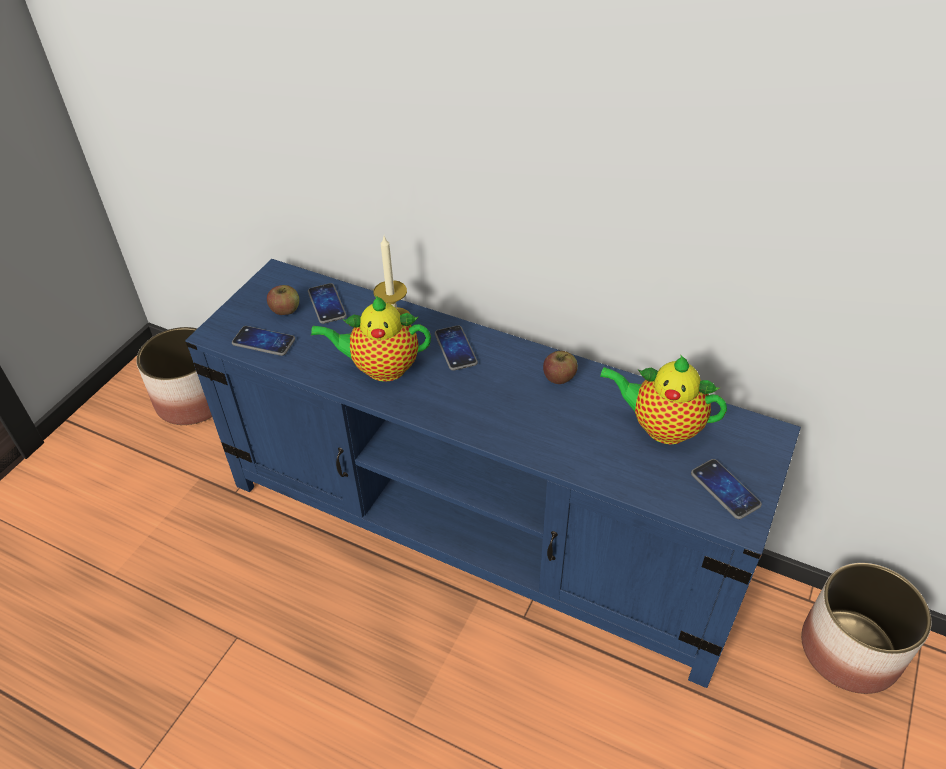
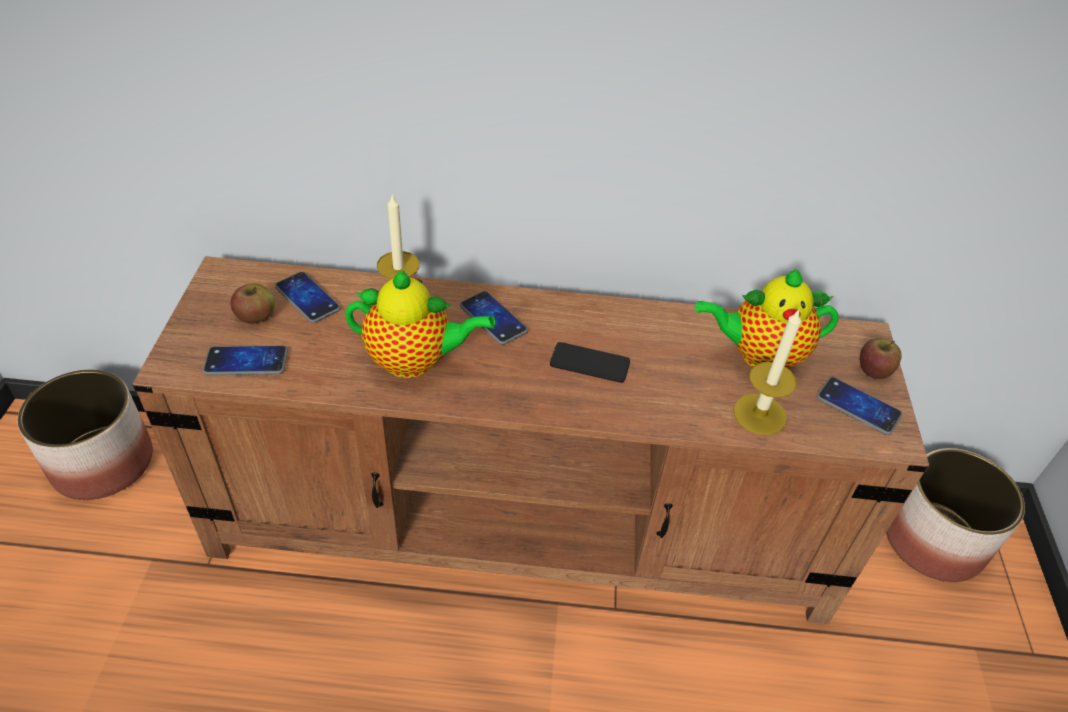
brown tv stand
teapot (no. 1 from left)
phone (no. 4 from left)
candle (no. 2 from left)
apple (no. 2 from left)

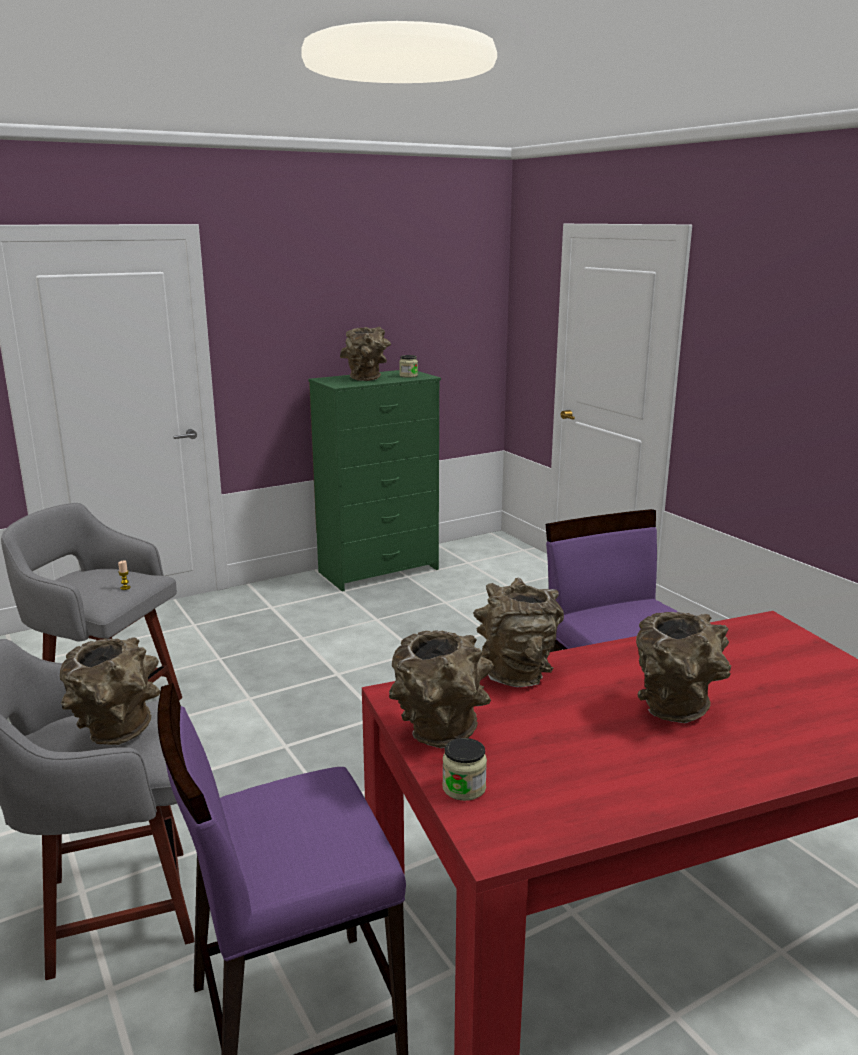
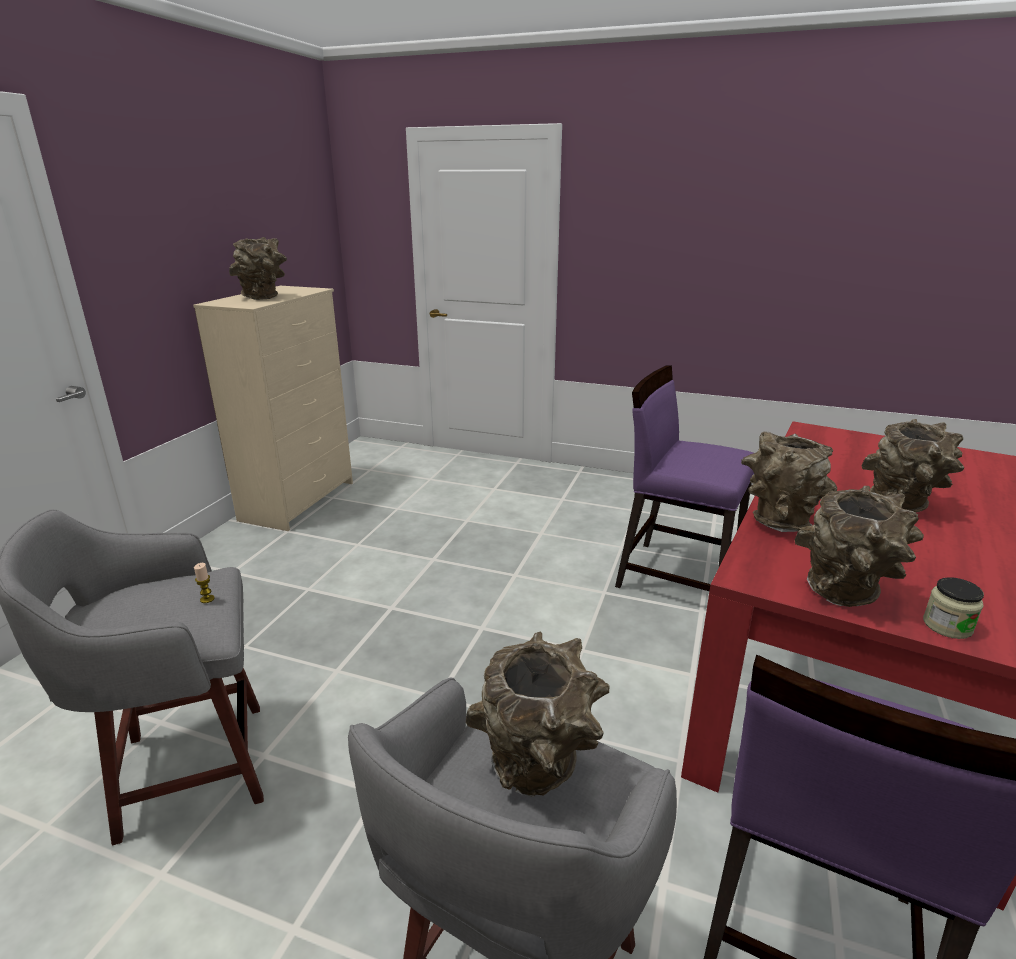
beige dresser
jar (no. 1 from left in the first image)

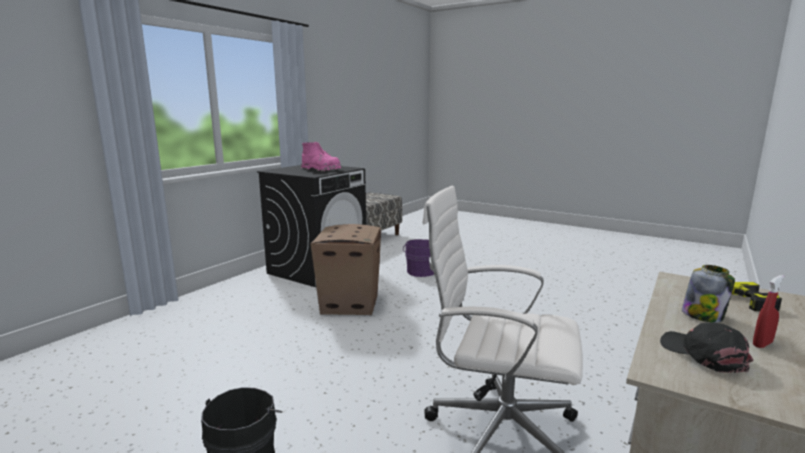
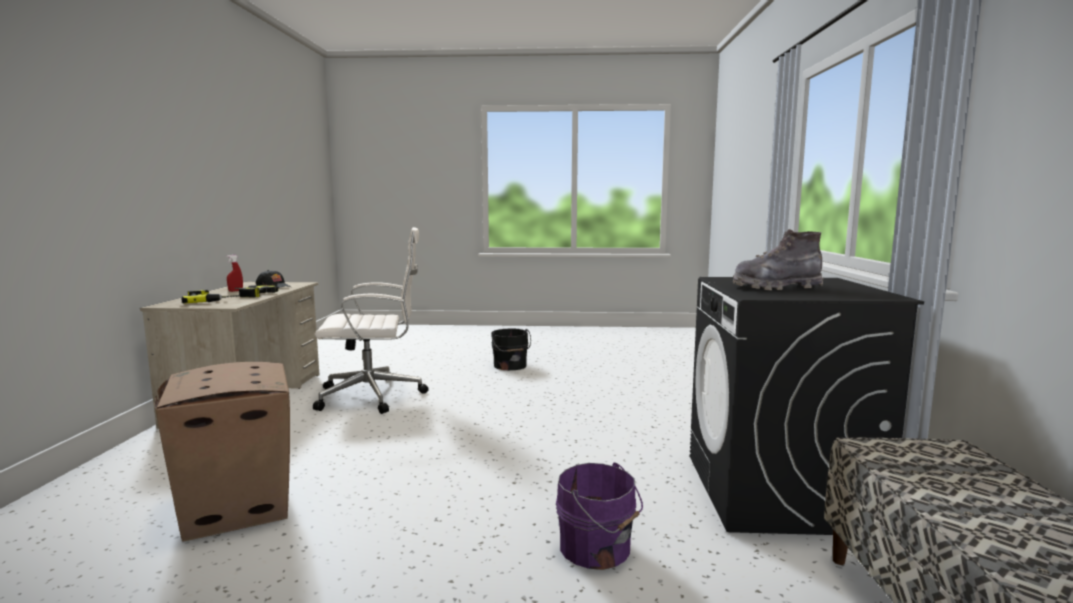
cardboard box
power drill (no. 2 from left)
grey boot

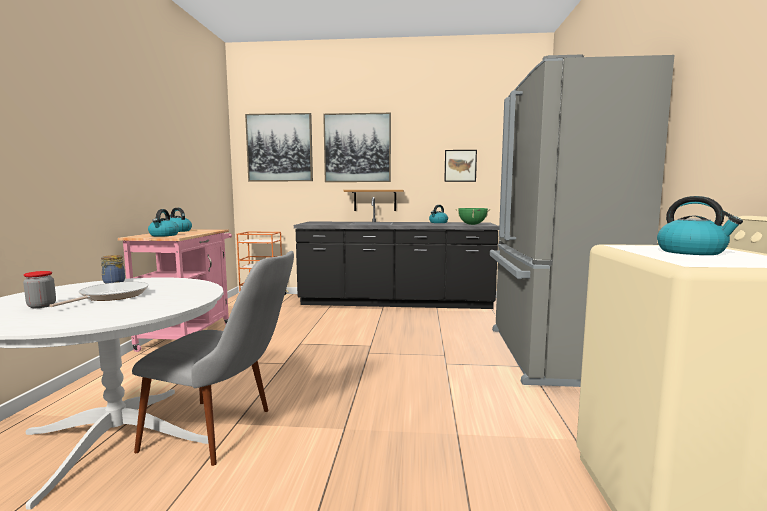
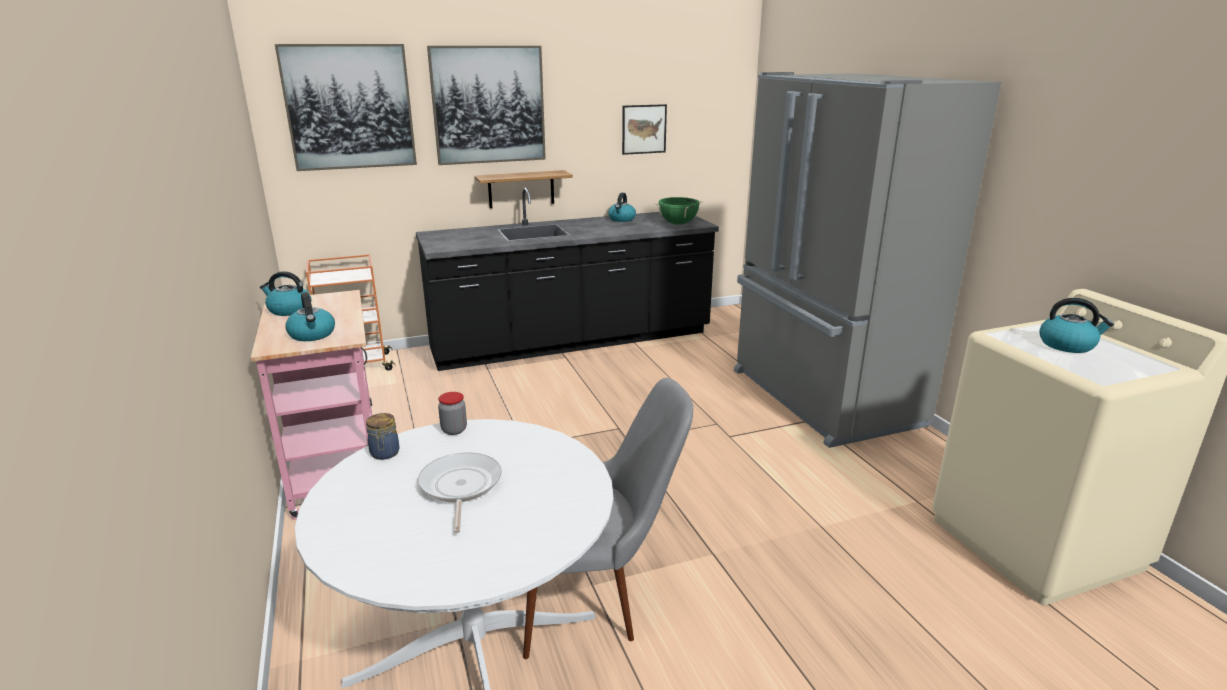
jar (no. 2 from left)

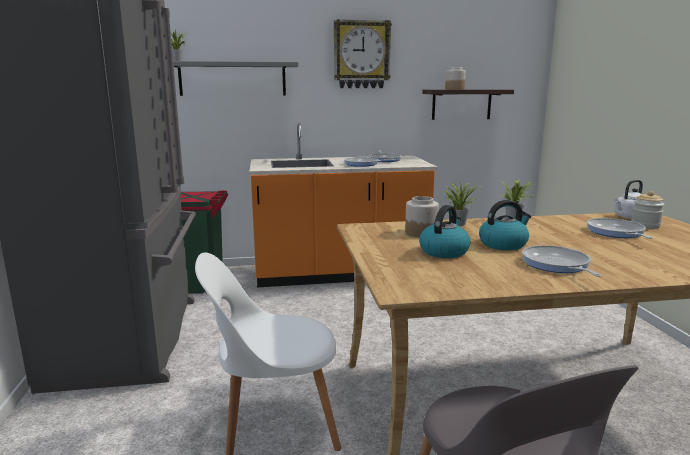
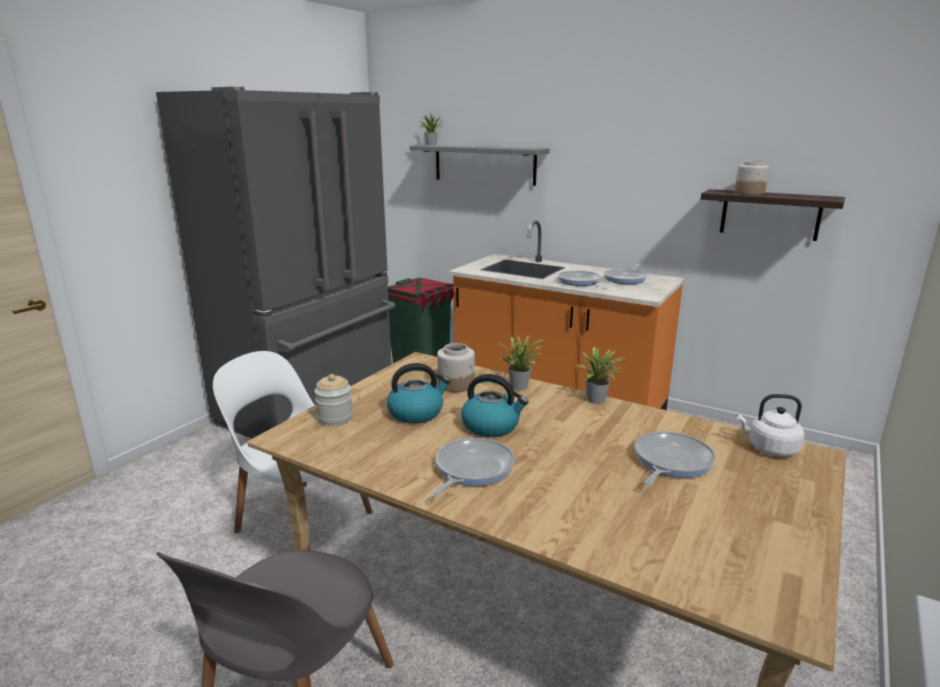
jar (no. 1 from left)
wall clock

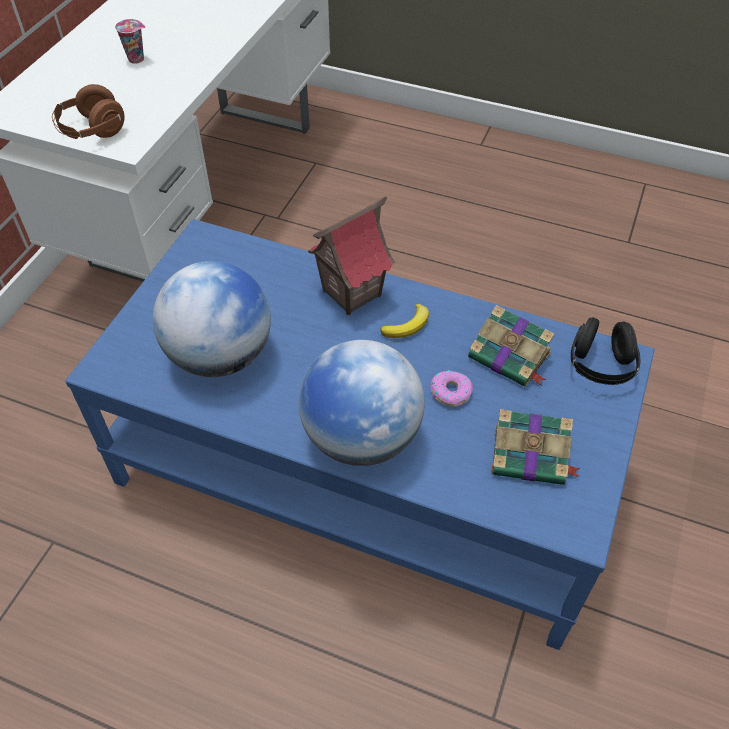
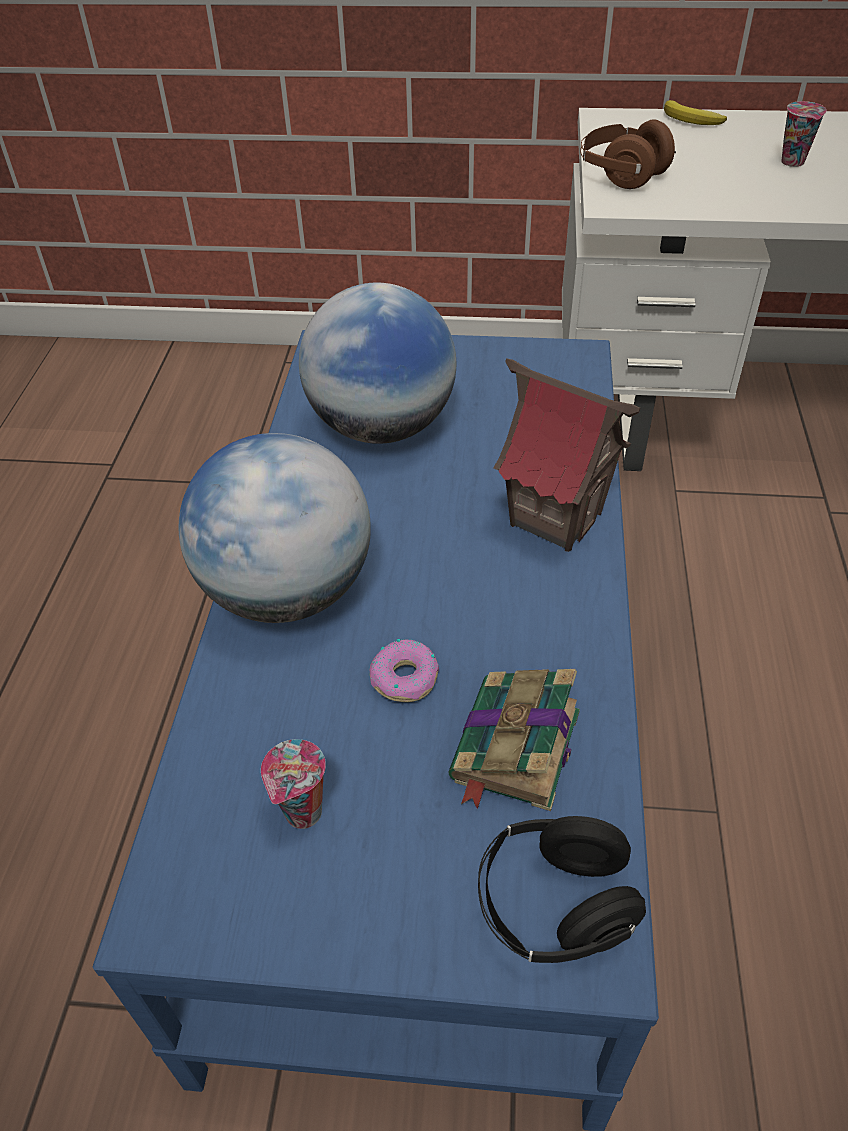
cup (no. 1 from left)
banana

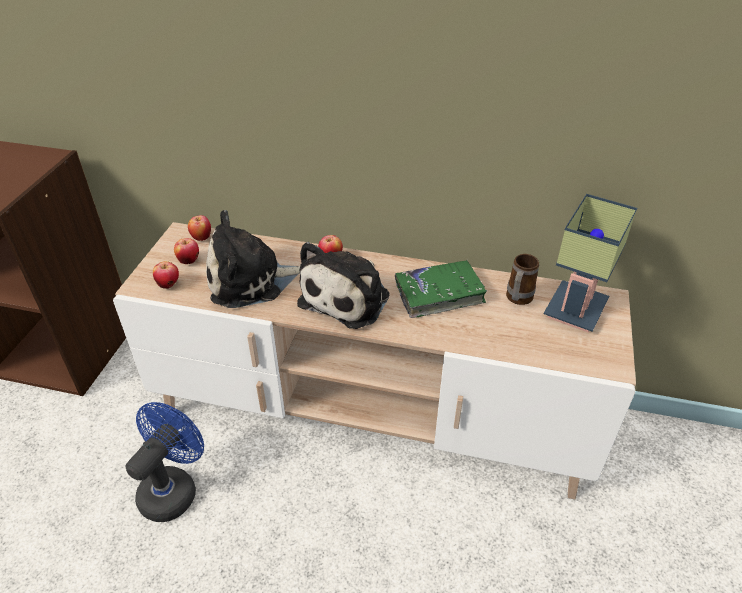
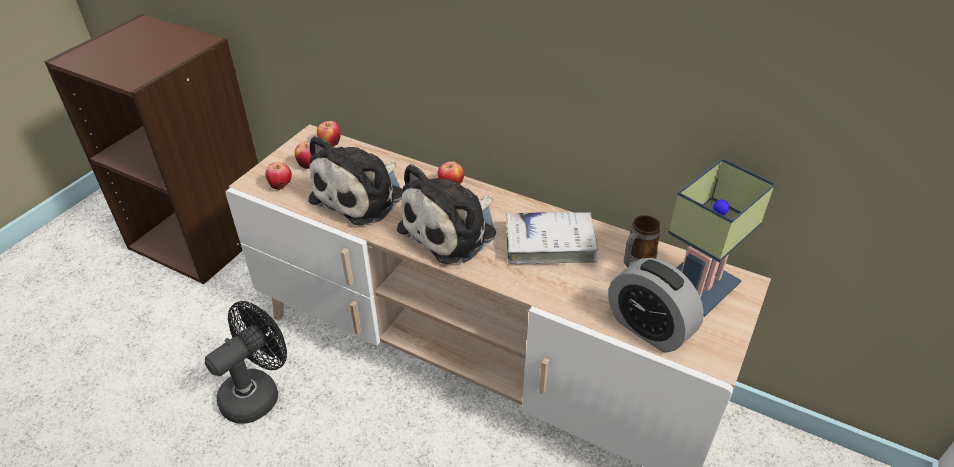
black fan
plush toy (no. 1 from left)
white book
alarm clock

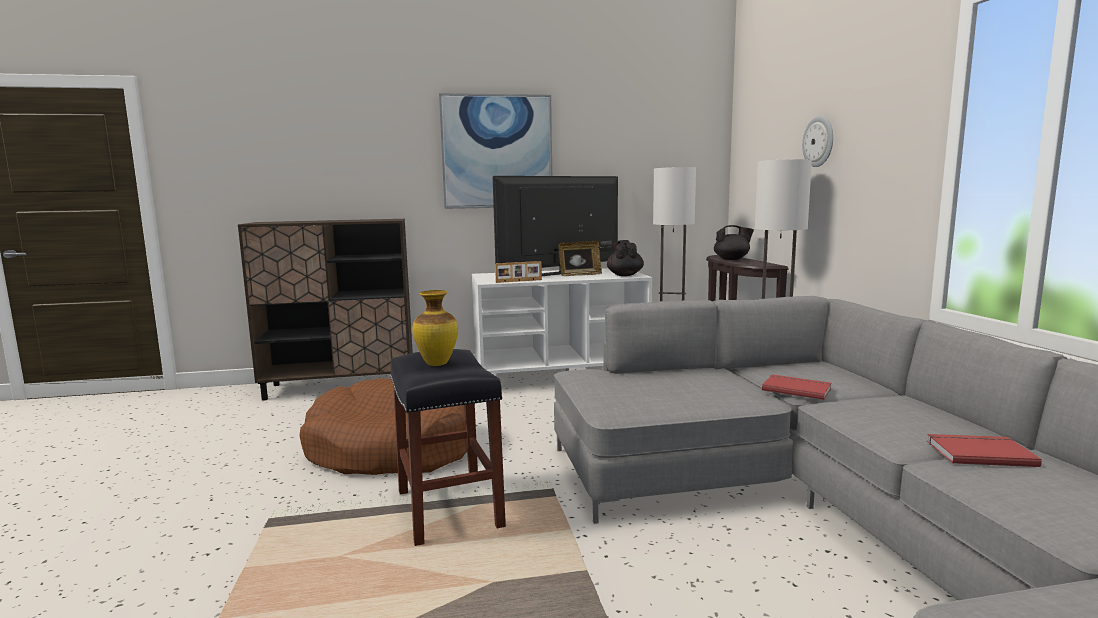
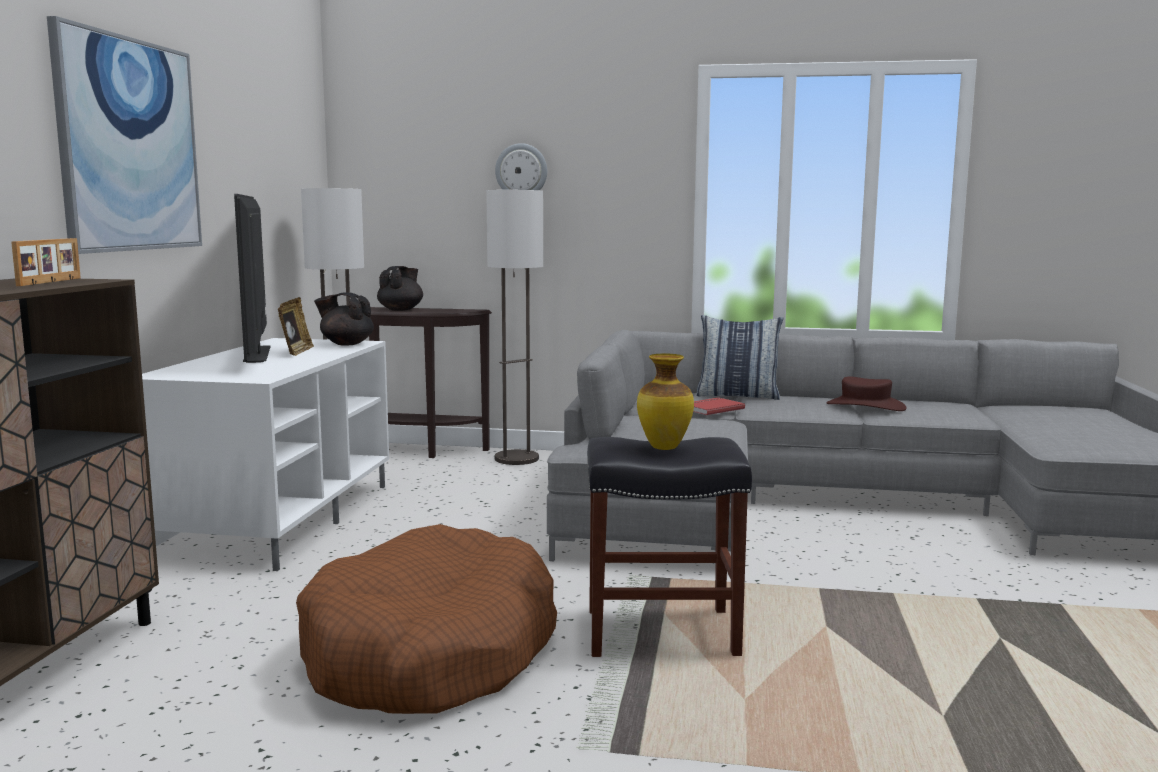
picture frame (no. 1 from left)
pillow
brown hat

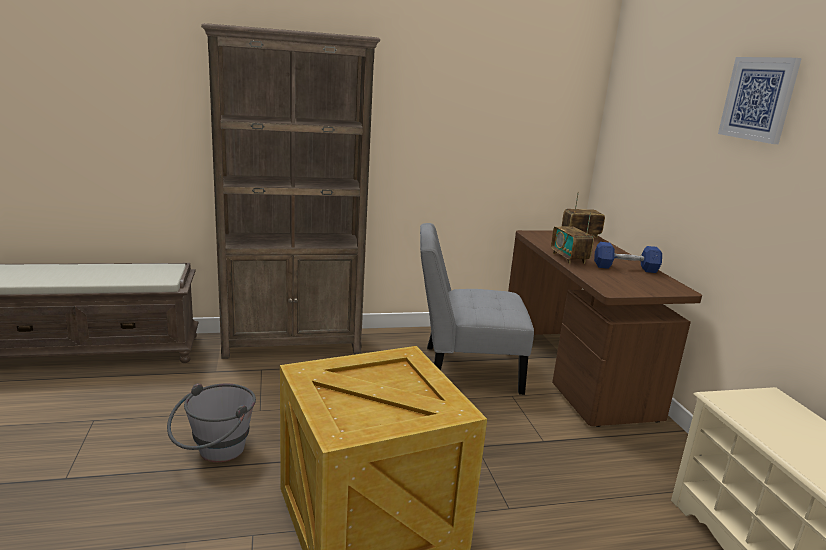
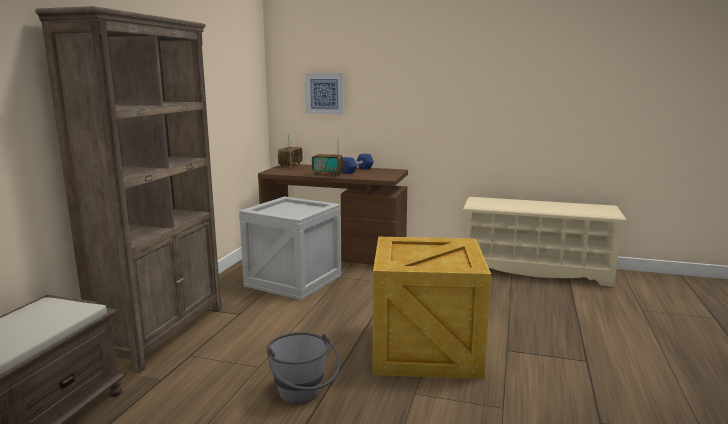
crate (no. 1 from left)
picture

